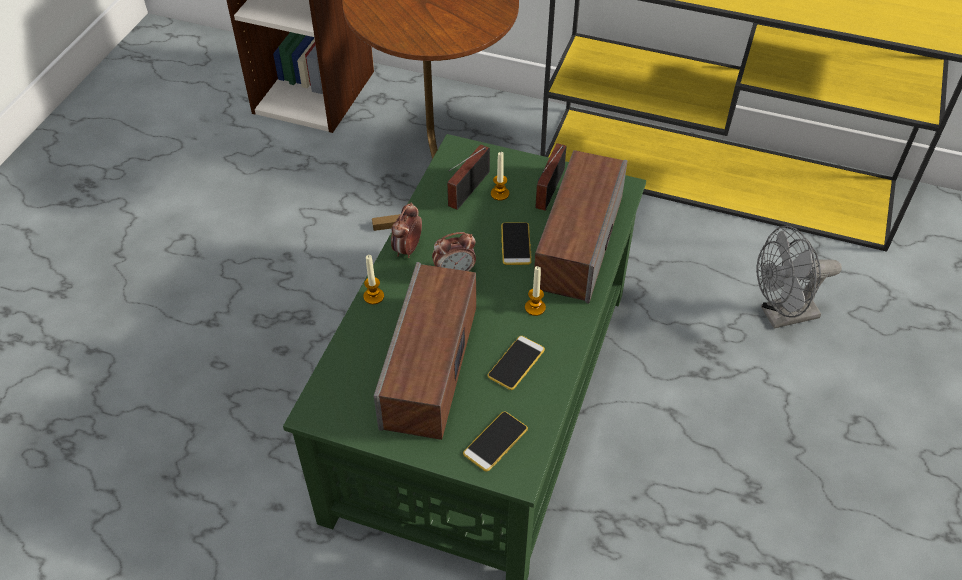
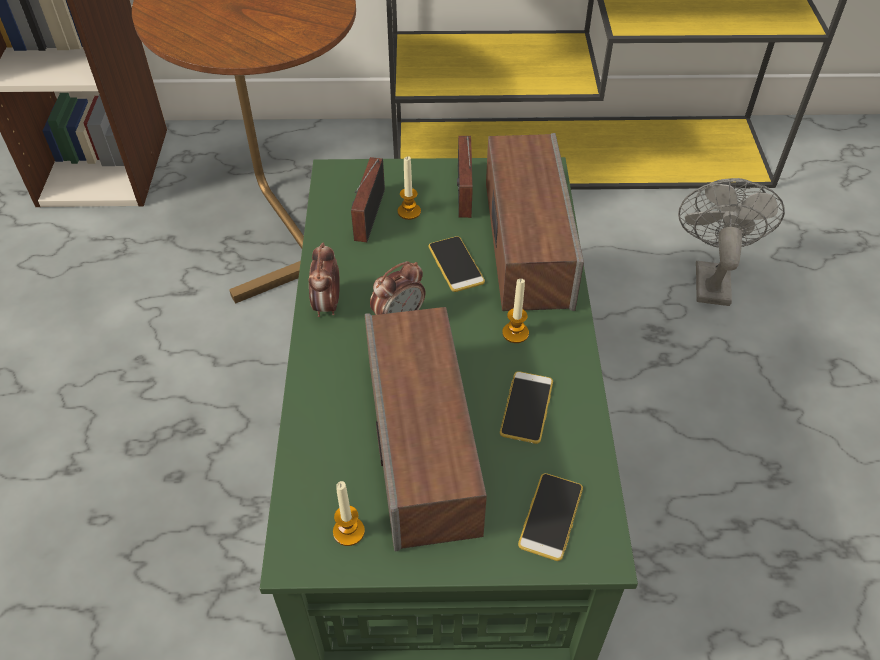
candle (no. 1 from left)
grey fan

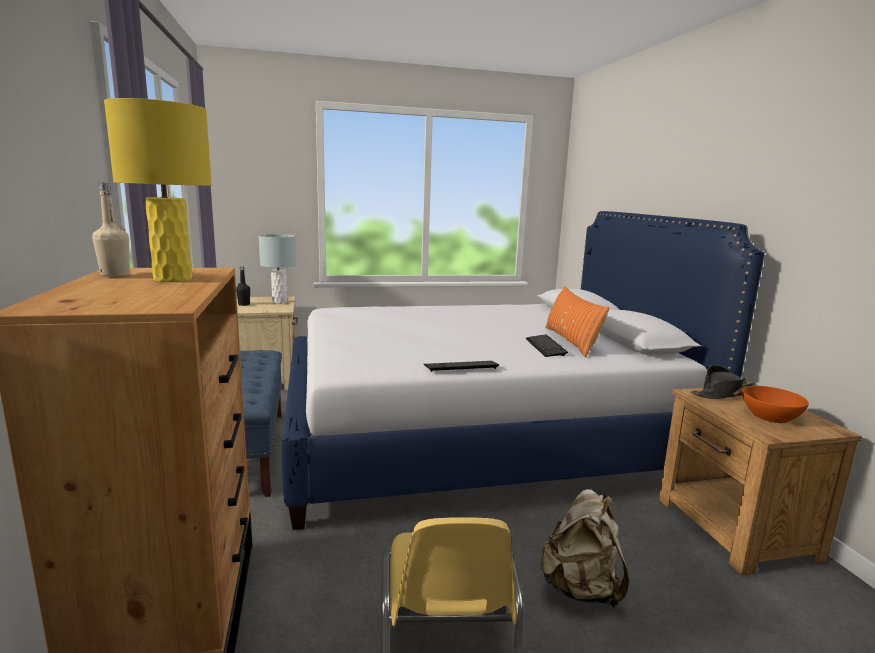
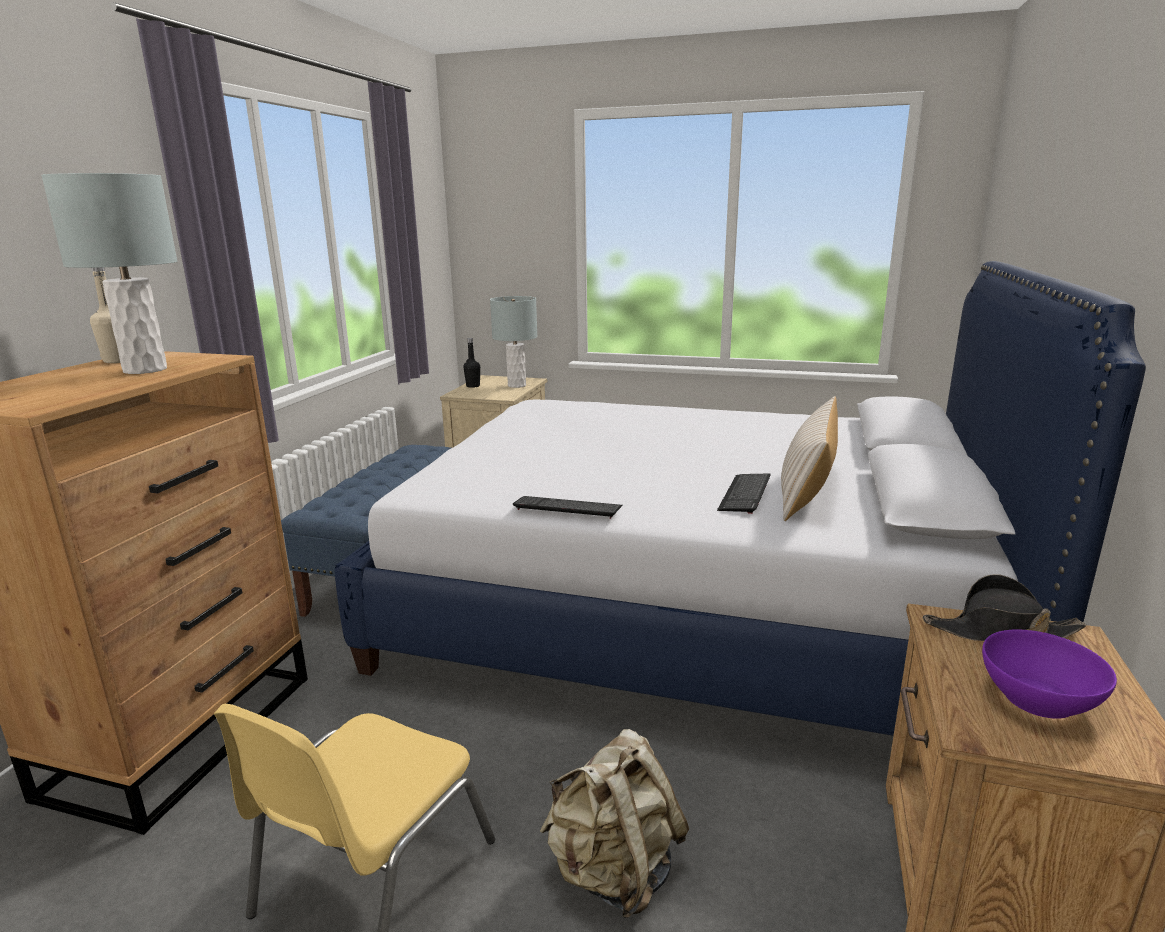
grey table lamp (no. 1 from left)
beige pillow
purple bowl

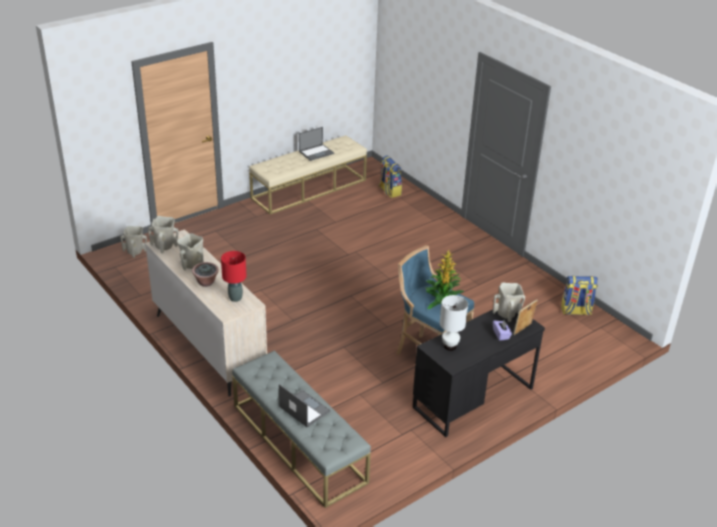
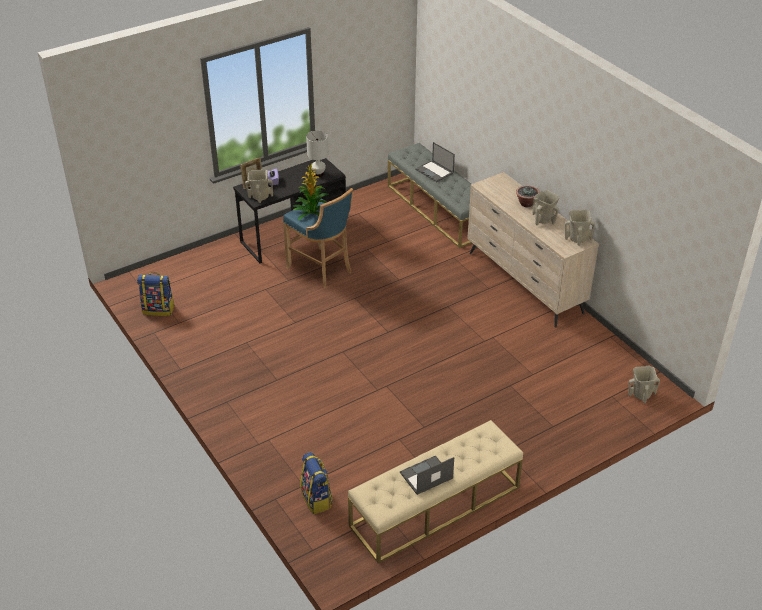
red table lamp

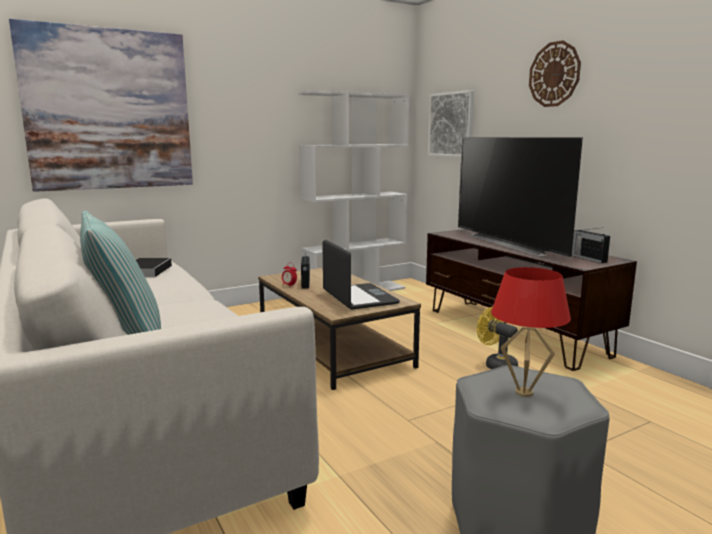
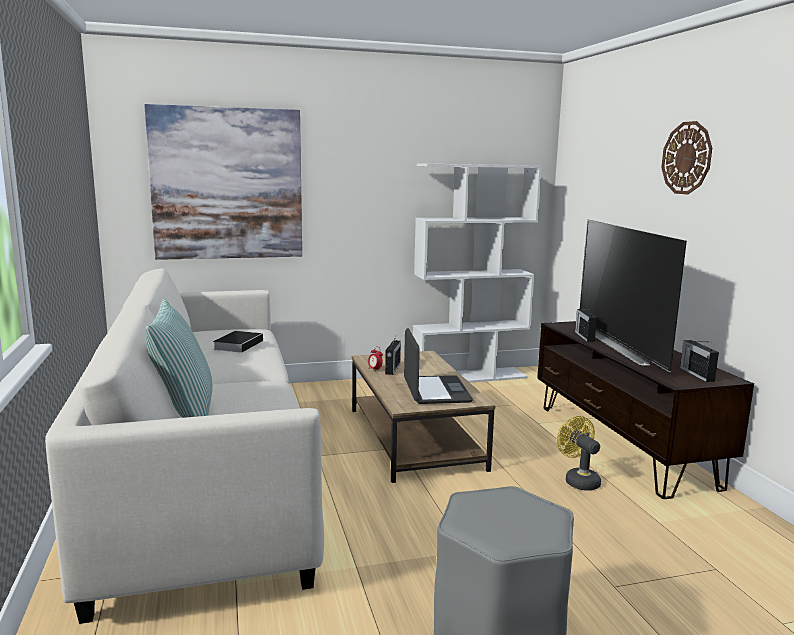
radio (no. 2 from left)
picture (no. 2 from left in the first image)
red table lamp

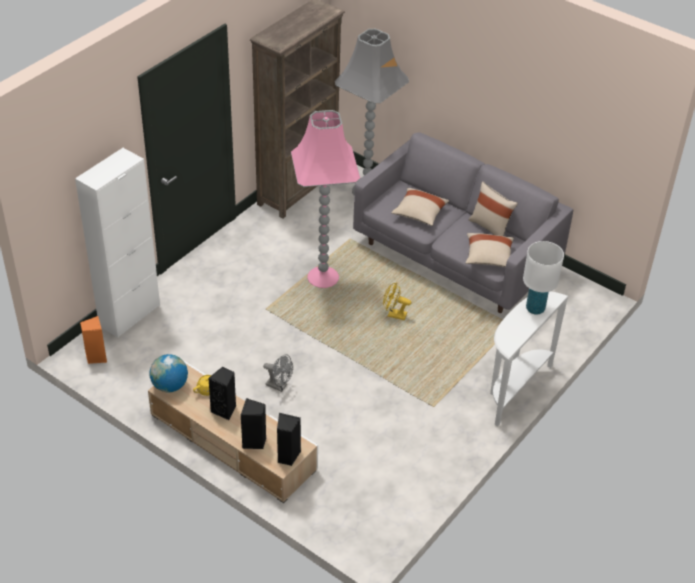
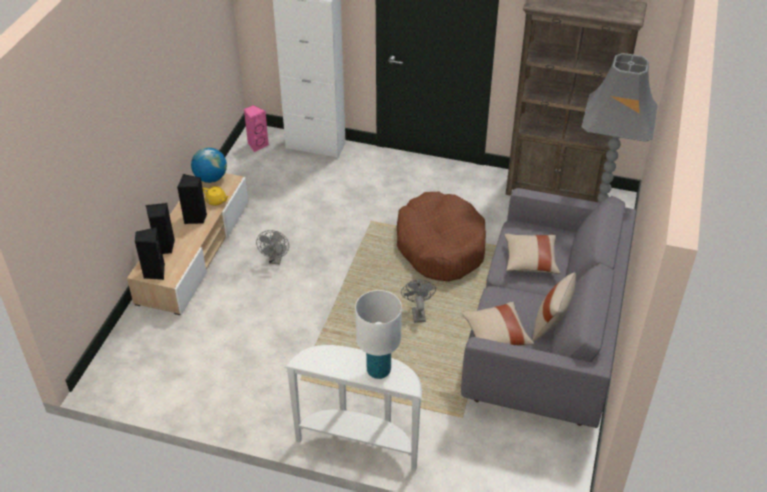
pink speaker
brown dog bed
grey fan (no. 2 from left)

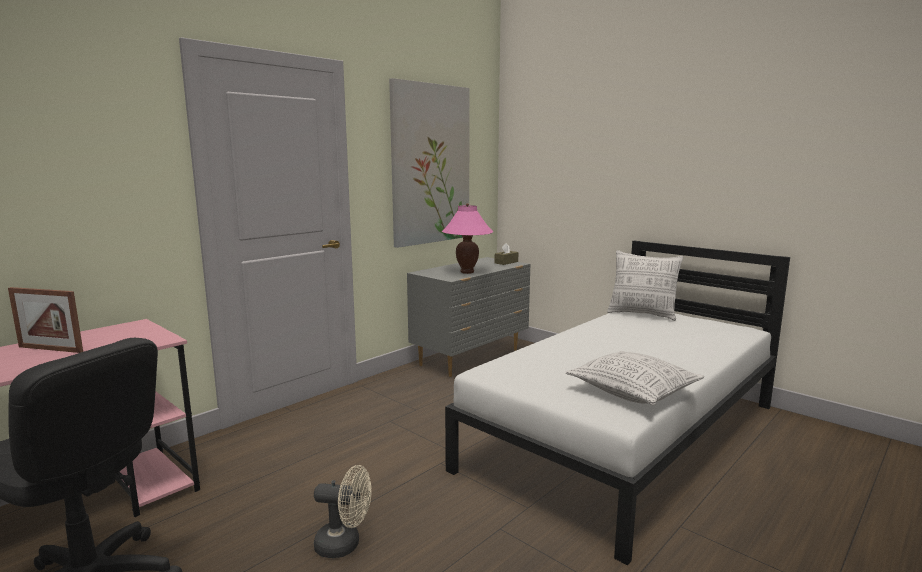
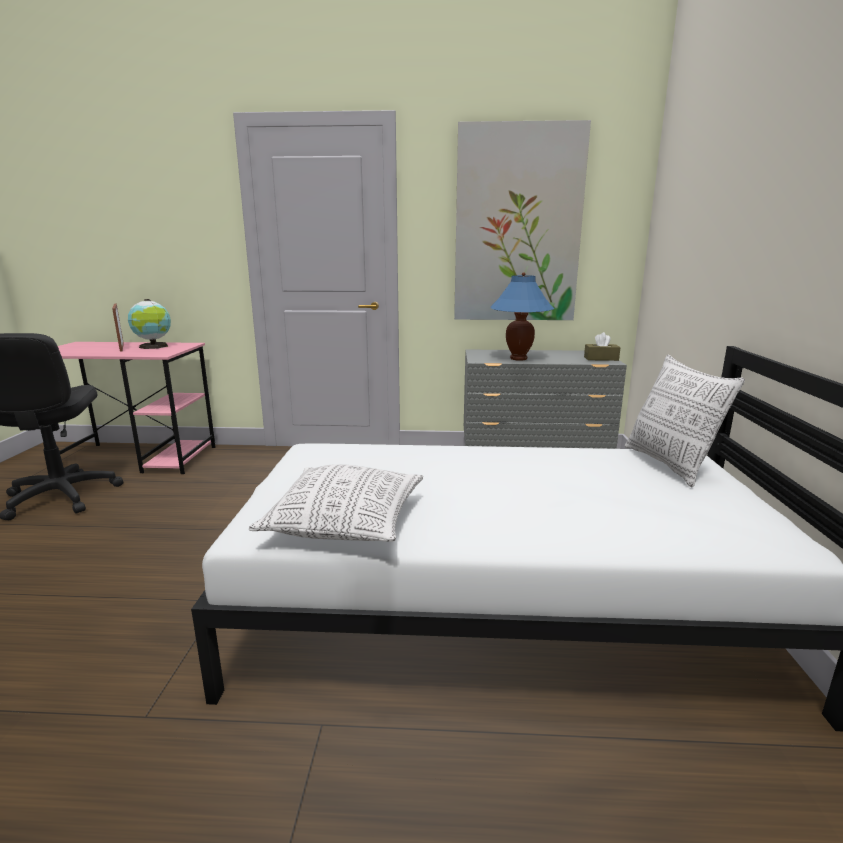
globe
blue table lamp
beige fan

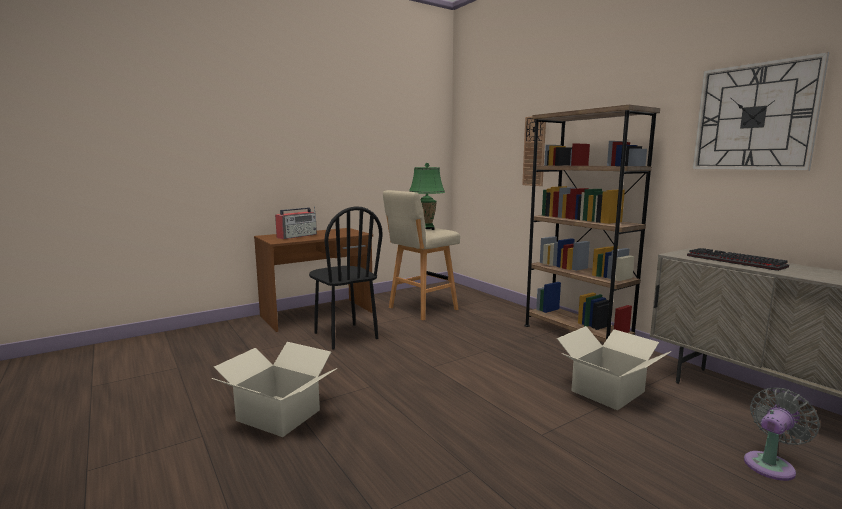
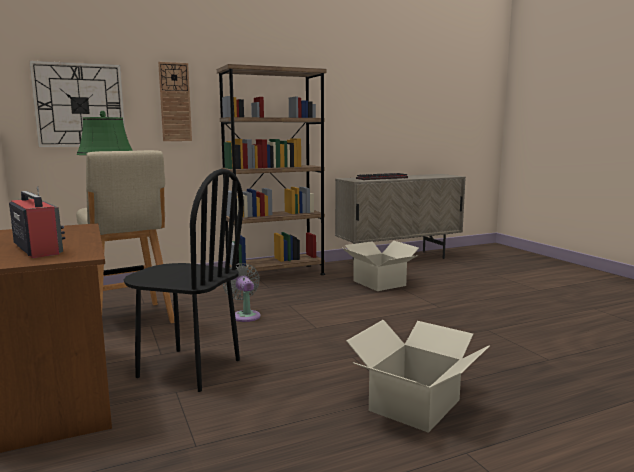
wall clock (no. 1 from left)
black chair
grey fan

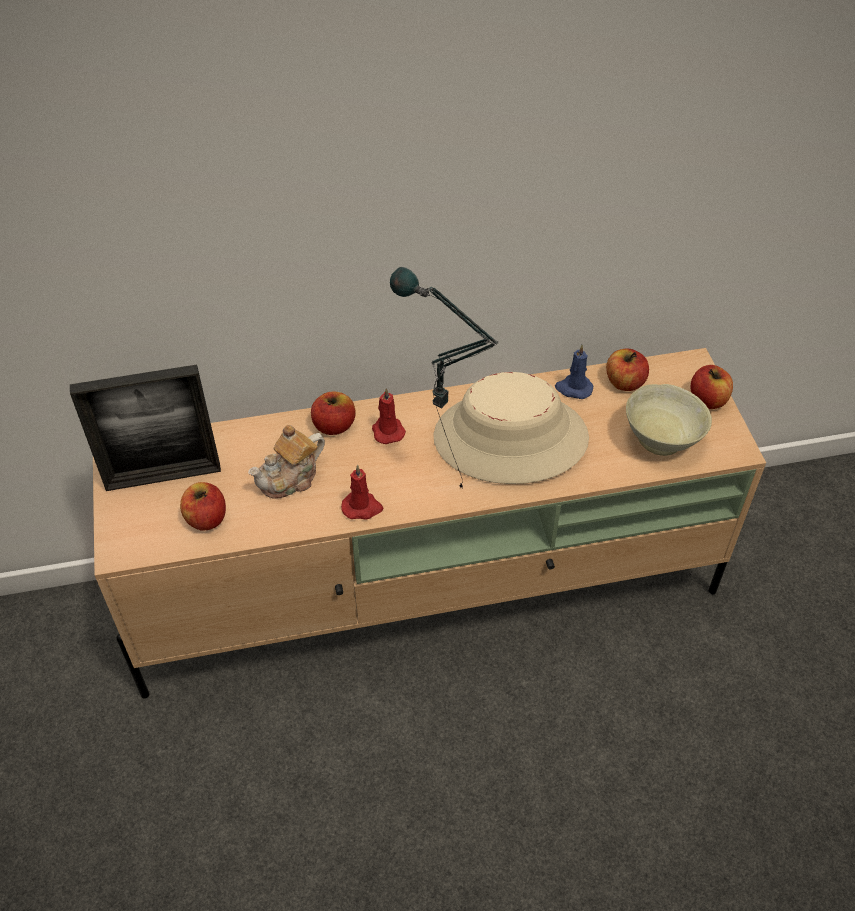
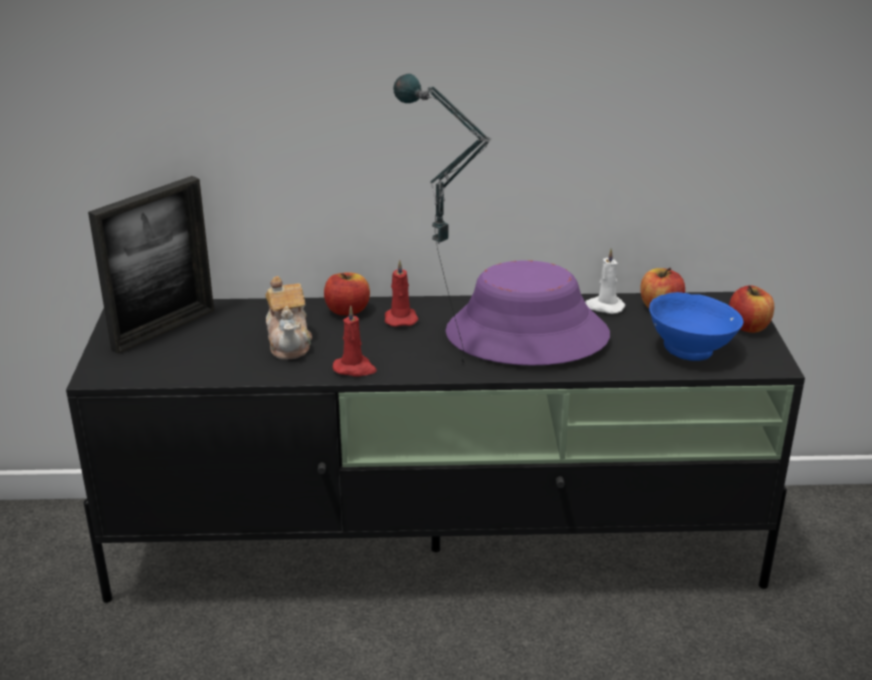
black tv stand
picture frame
teapot
purple hat
white candle
blue bowl
apple (no. 1 from left in the first image)

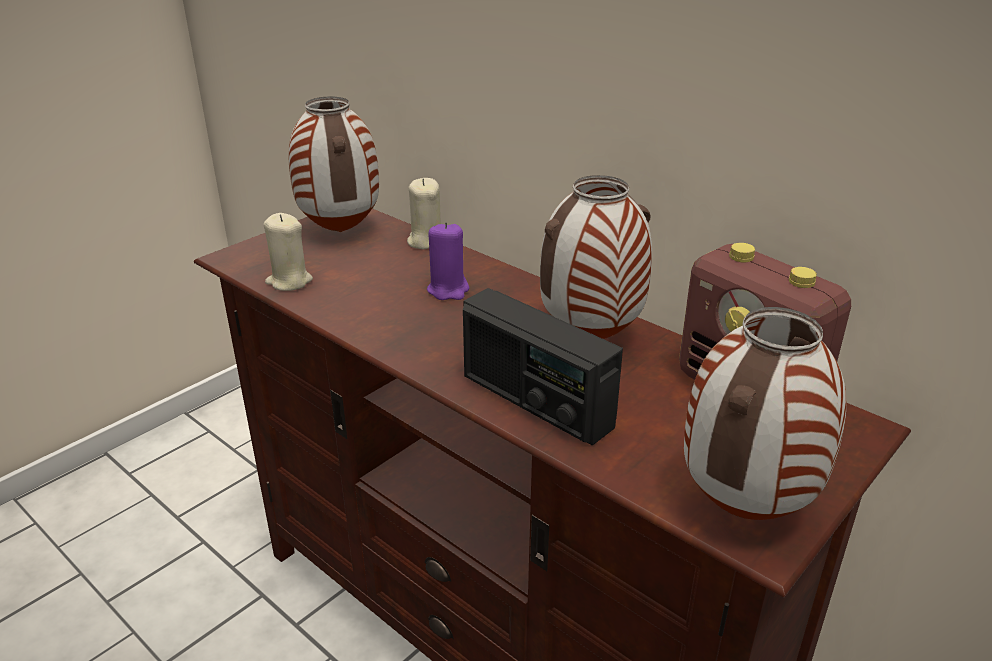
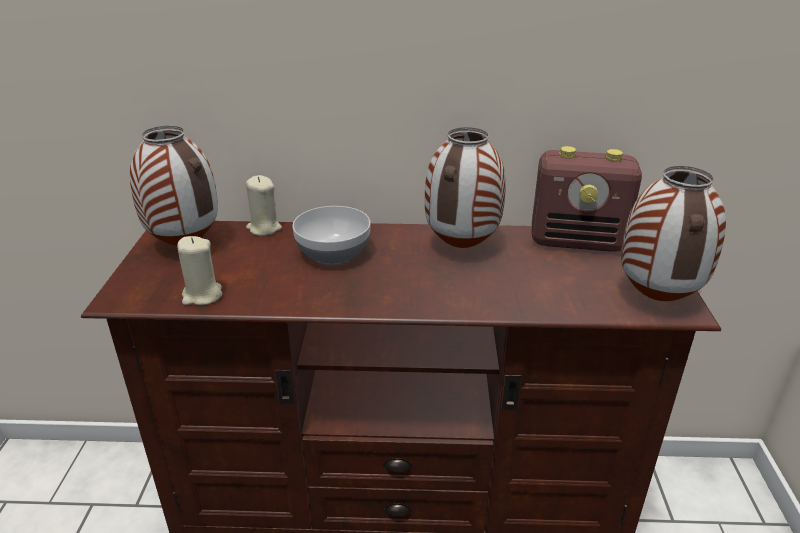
bowl
radio (no. 1 from left in the first image)

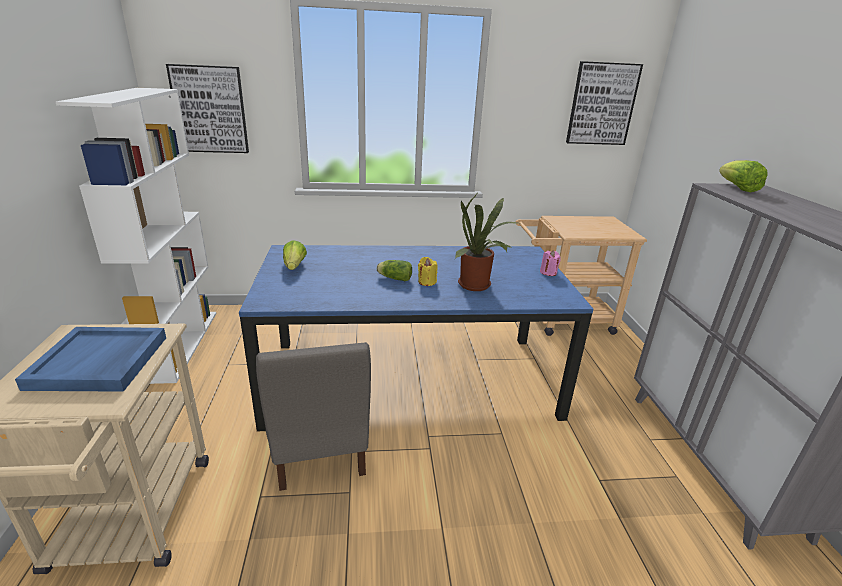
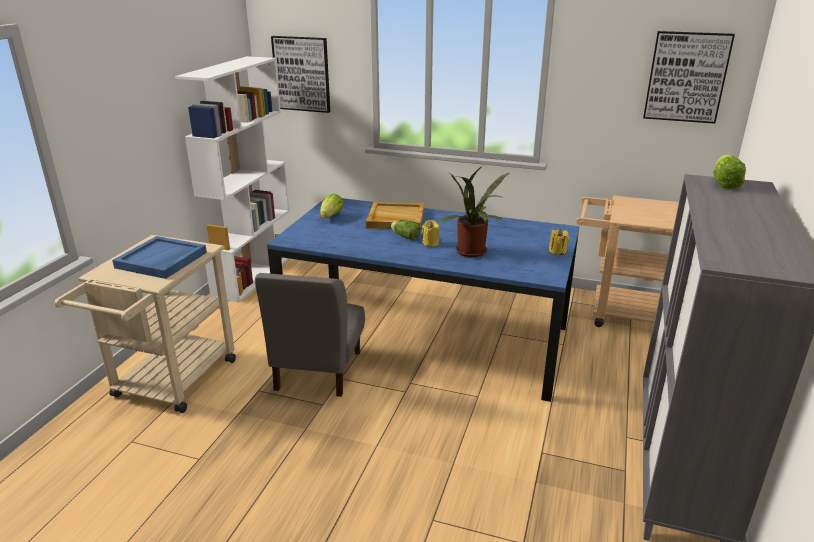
beige tray
yellow candle (no. 2 from left)

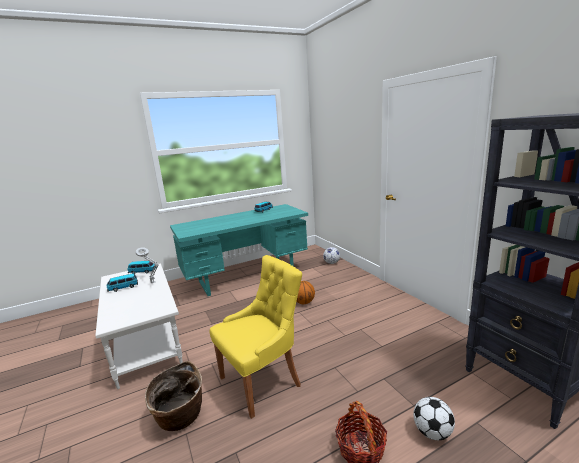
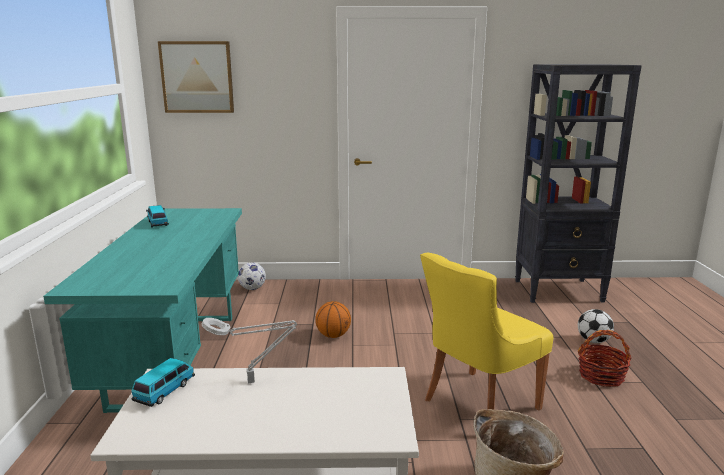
picture
yellow chair
toy car (no. 1 from left in the first image)

